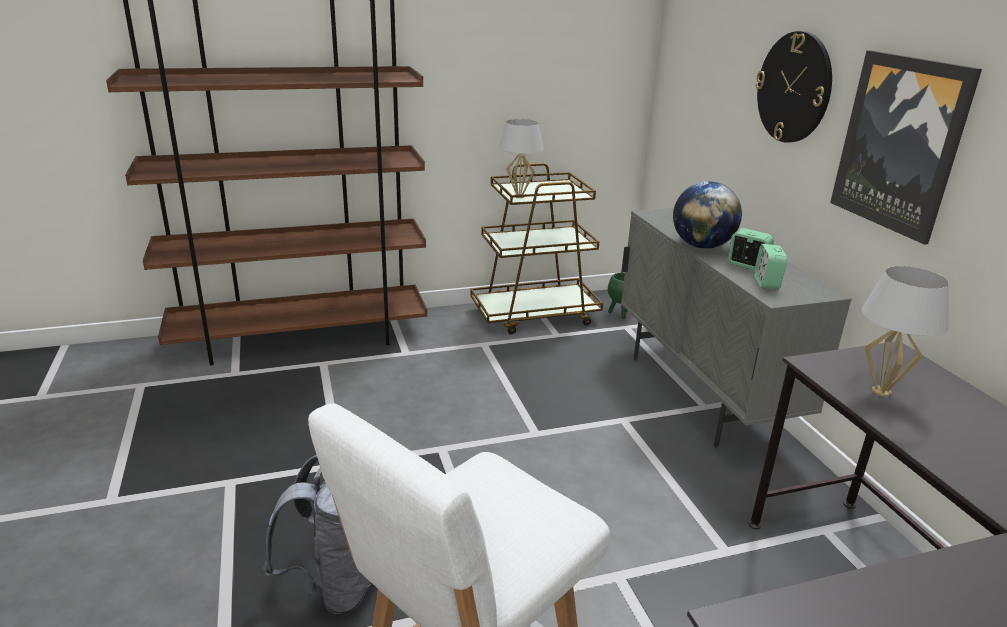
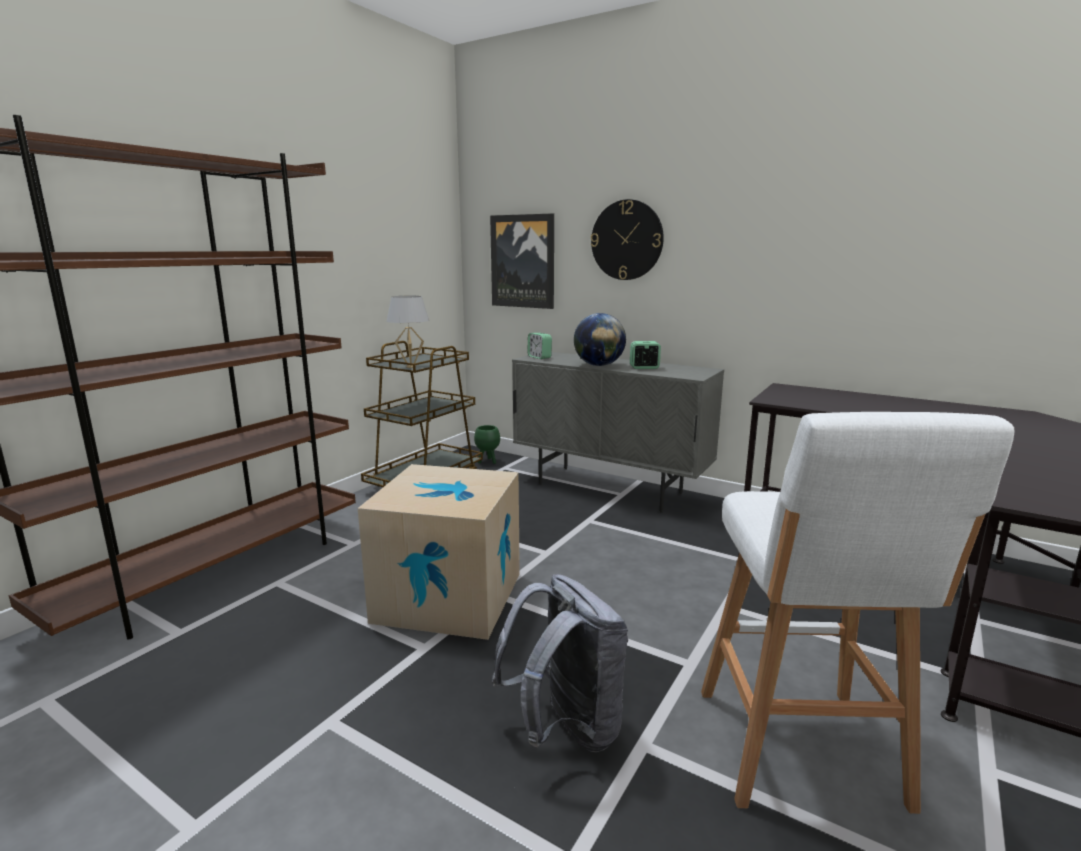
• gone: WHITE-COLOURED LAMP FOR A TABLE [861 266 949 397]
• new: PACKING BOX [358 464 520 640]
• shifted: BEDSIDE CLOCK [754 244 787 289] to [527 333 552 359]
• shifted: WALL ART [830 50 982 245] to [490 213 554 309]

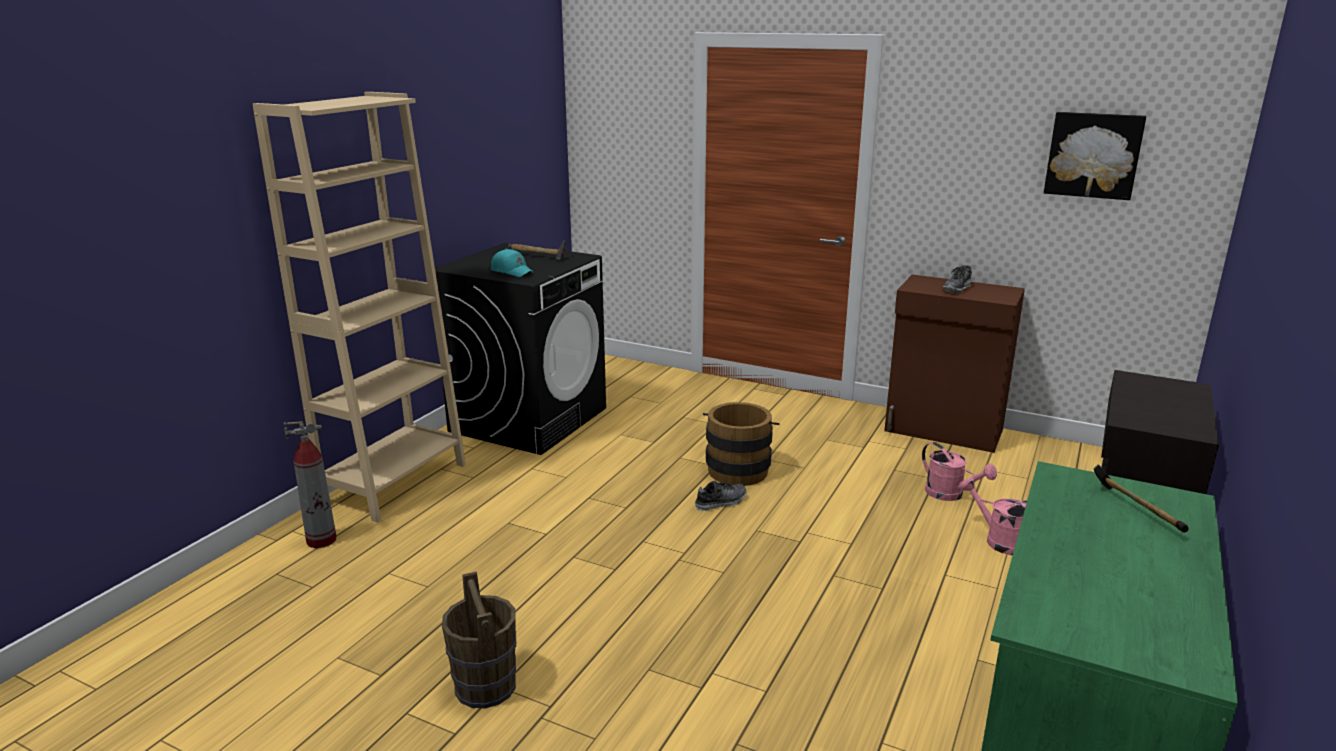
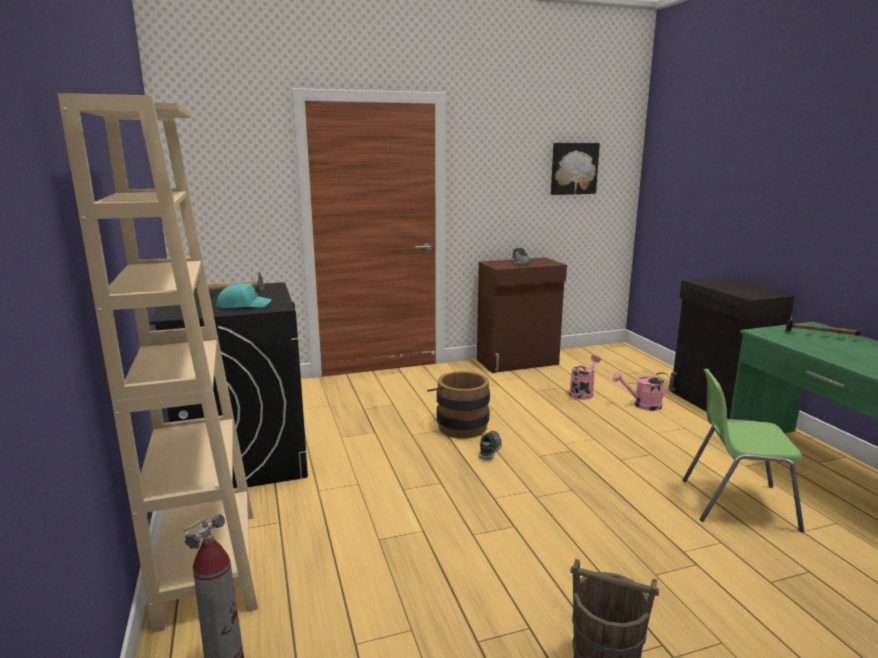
• new: GREEN PLAIN CHAIR [682 369 804 532]
• rotated: PINK-COLOURED SPRINKLING CAN [922 442 997 501] = [569 354 601 400] 60 degrees counterclockwise

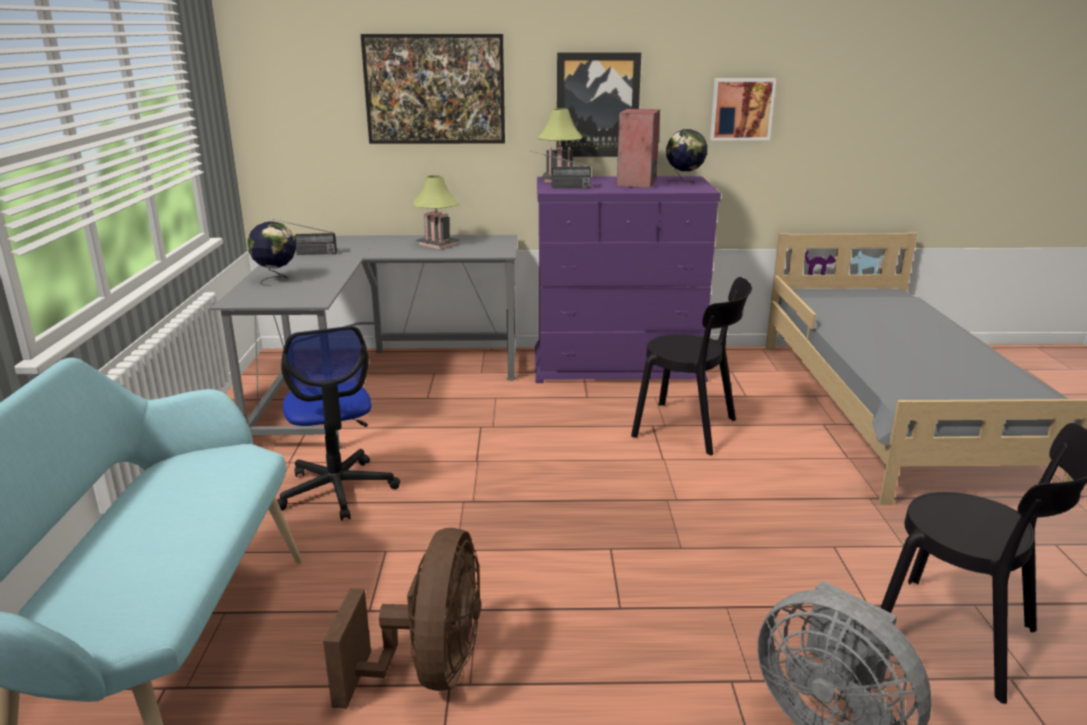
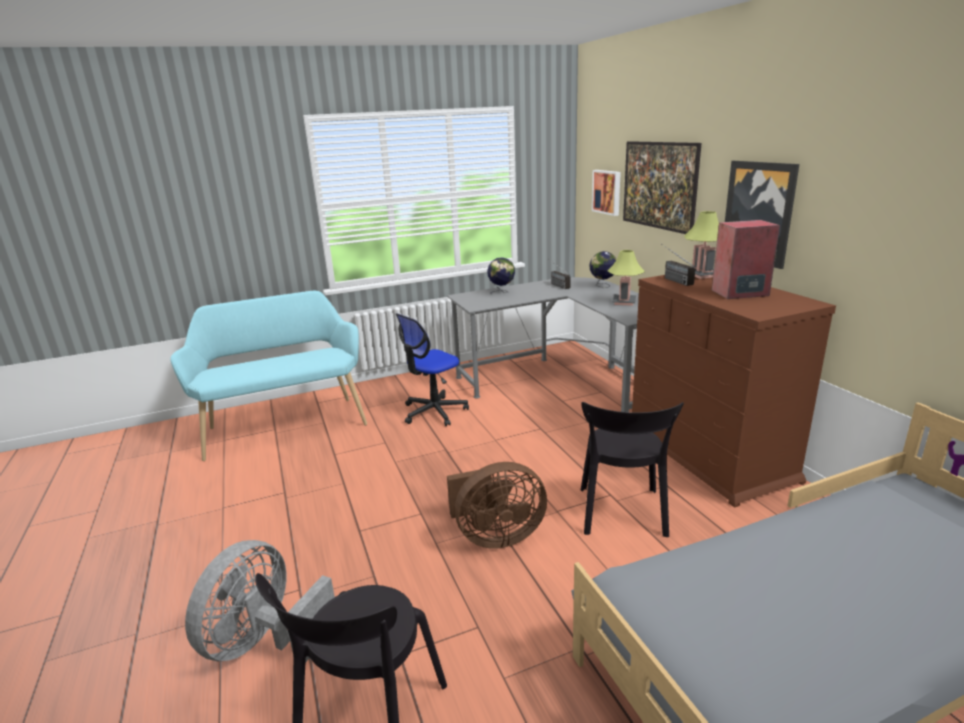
• shifted: BROWN-COLOURED FAN [323 528 481 709] to [447 462 547 549]
• shifted: WORLD GLOBE [666 129 707 183] to [589 251 617 288]
• shifted: WALL ART [710 79 776 140] to [592 170 621 216]
• repainted: PURPLISH DRAWER CHEST [535 176 721 383] to BROWN-COLOURED DRAWER CHEST [632 275 836 508]

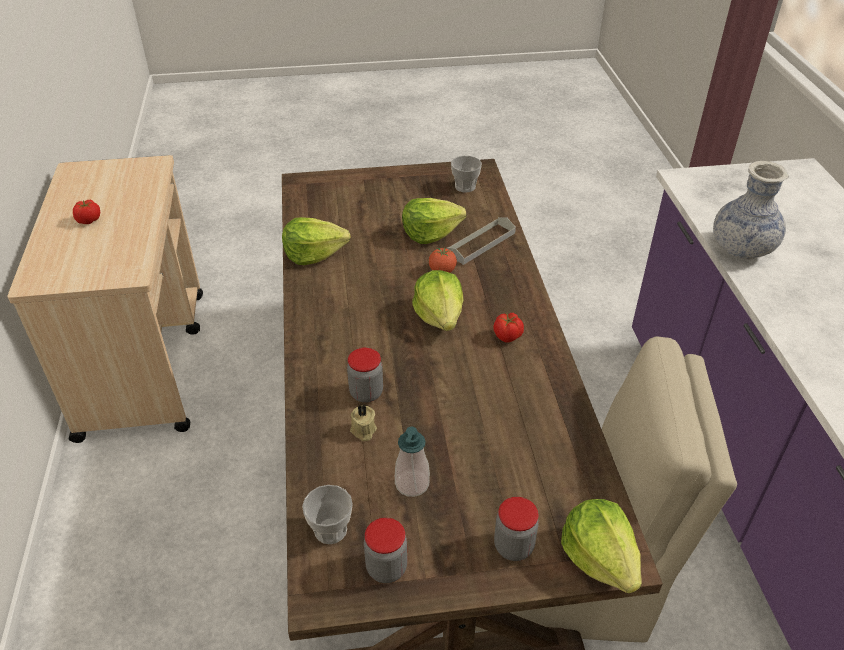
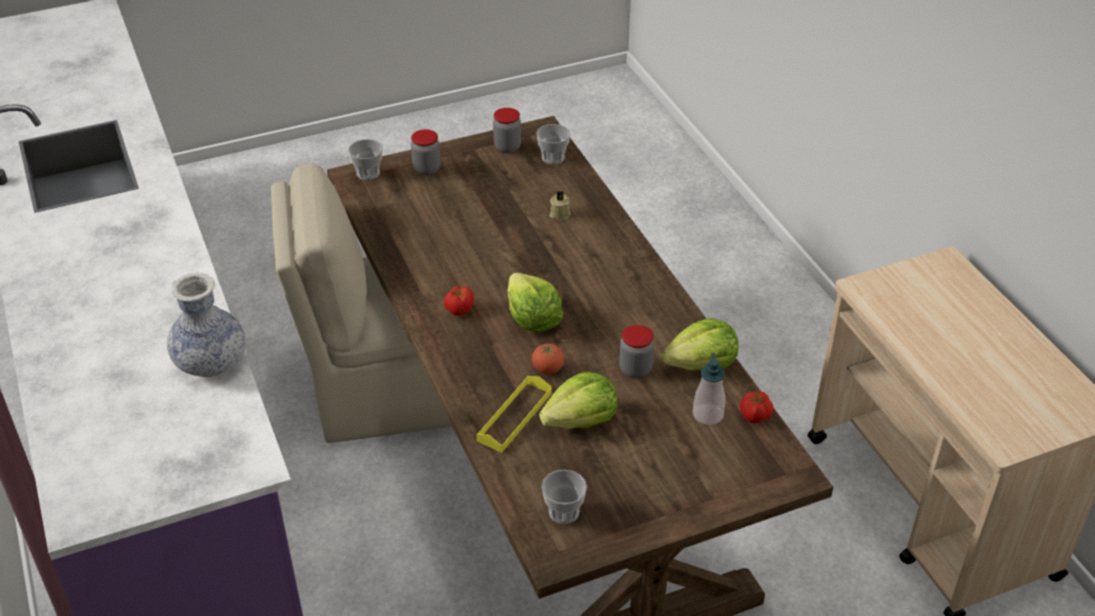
• shifted: TOMATO [73 200 100 224] to [740 392 774 424]
• shifted: PRESERVE JAR [347 348 383 403] to [619 325 654 378]
• shifted: SOAP BOTTLE [395 427 430 497] to [692 353 725 425]
• swapped: HEAD OF LETTUCE [561 499 642 594] to DRINKING CUP [348 139 383 180]
• repainted: GRAY CARRYING TRAY [446 217 516 265] to YELLOW CARRYING TRAY [476 376 552 453]

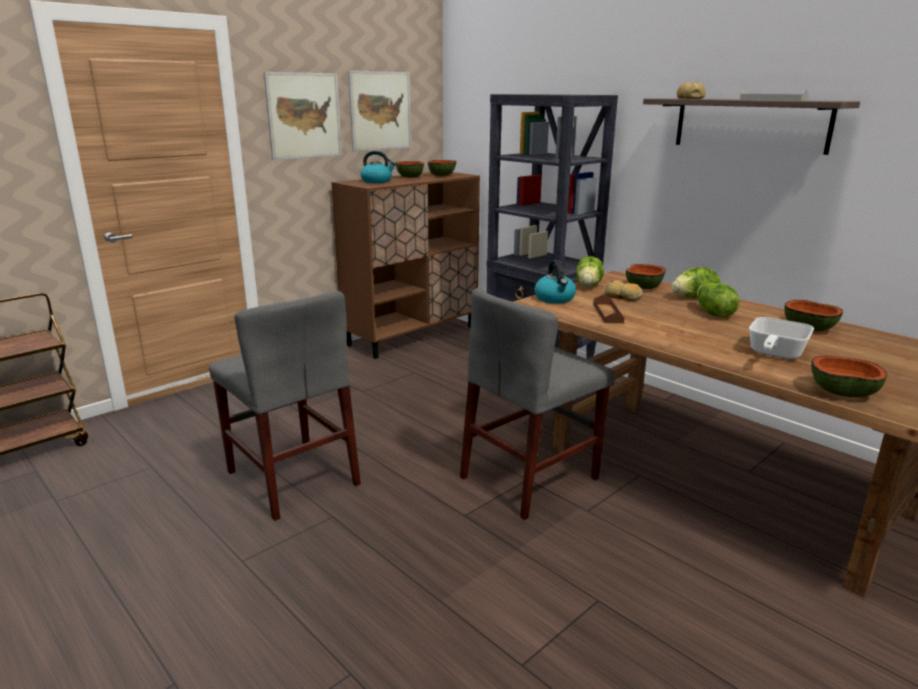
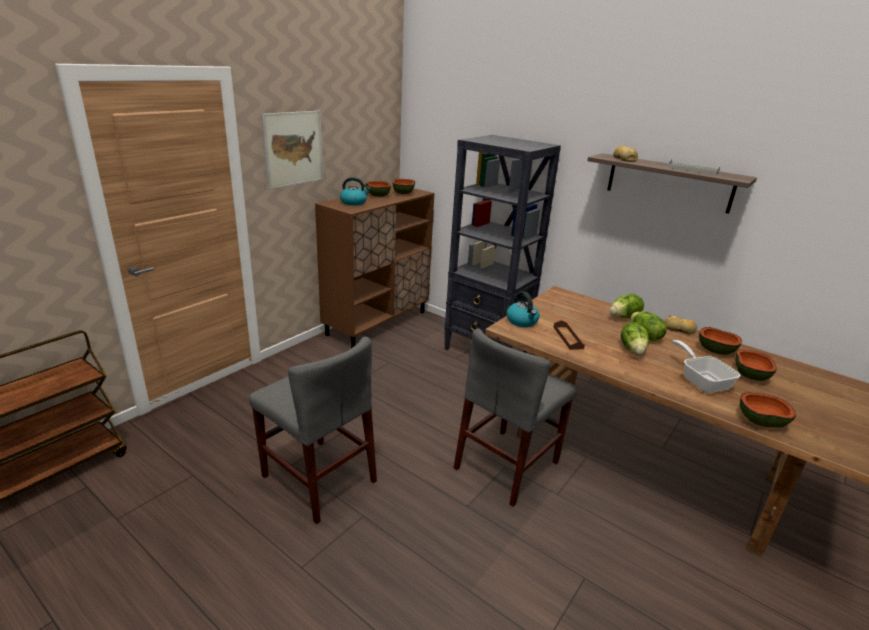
• gone: WALL ART [348 71 411 152]
• shifted: HEAD OF LETTUCE [576 256 604 287] to [621 322 649 355]
• shifted: BREAD [604 280 643 301] to [665 316 697 334]
• shifted: SERVING BOWL [626 264 666 289] to [735 350 777 381]
• rotated: PAN [749 317 814 359] = [672 340 741 393] 135 degrees clockwise

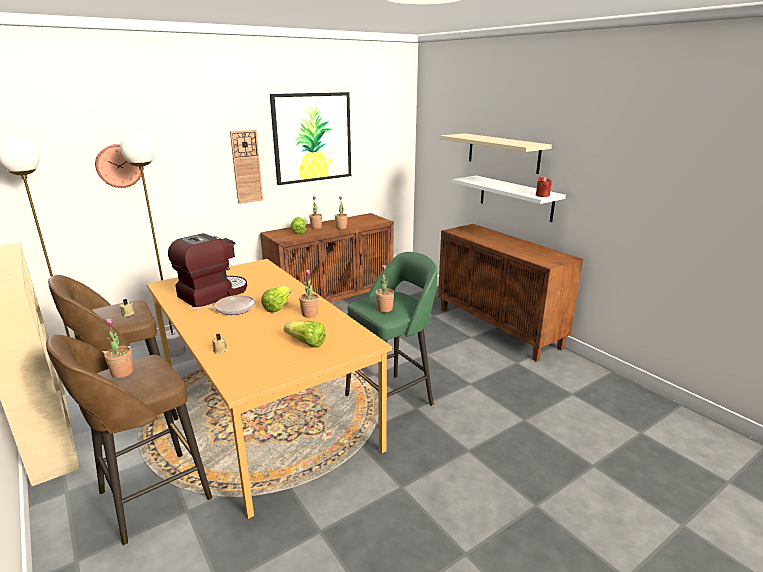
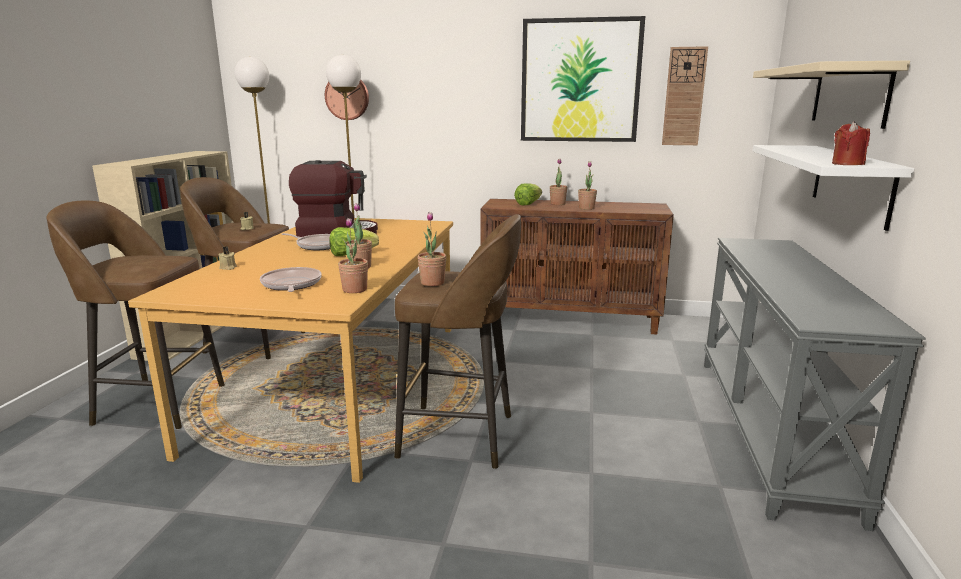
• shifted: PLANT IN A POT [104 319 133 378] to [338 218 368 293]
• shifted: HANGING CLOCK [230 130 263 204] to [662 46 708 145]
• swapped: HEAD OF LETTUCE [284 321 326 348] to PAN [260 267 322 292]
• swapped: BROWN-COLOURED CUPBOARD [438 224 583 362] to GRAY HALL TABLE [704 238 926 531]
• repainted: GREEN STOOL SEAT [345 252 437 406] to BROWN-COLOURED STOOL SEAT [394 214 521 469]

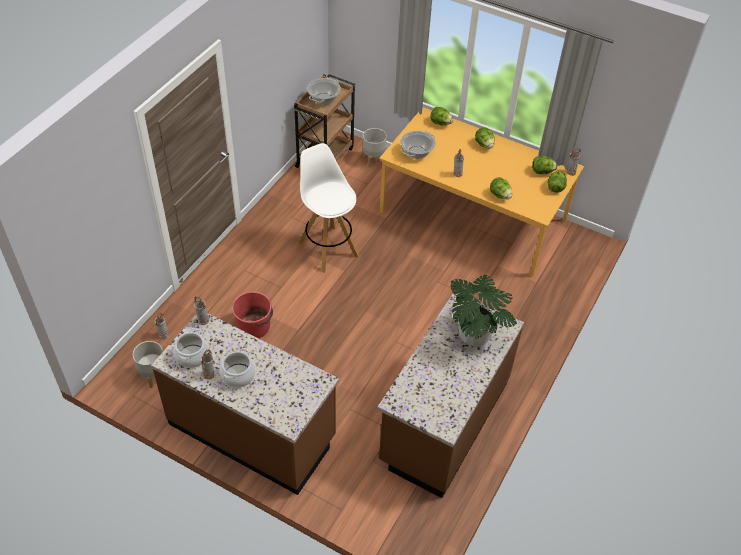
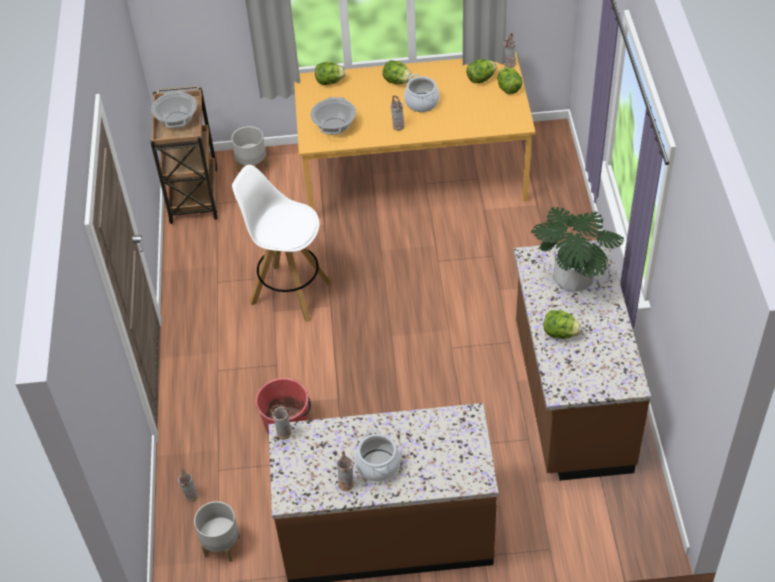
• shifted: SAUCEPOT [173 328 209 368] to [404 74 439 112]
• shifted: HEAD OF LETTUCE [490 177 512 199] to [544 310 581 339]

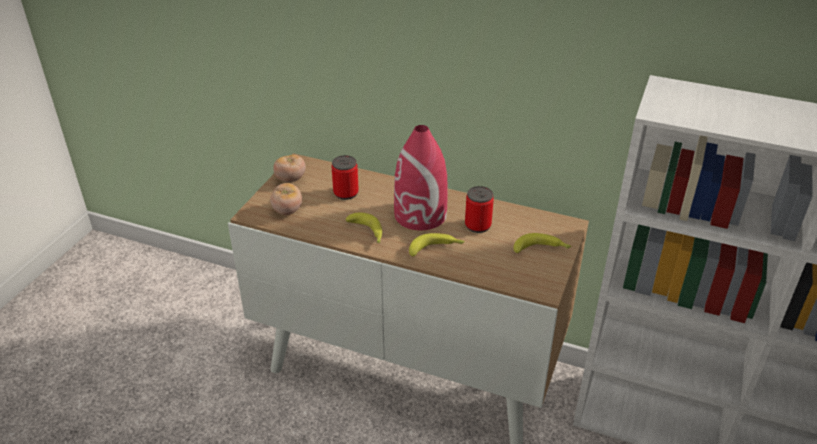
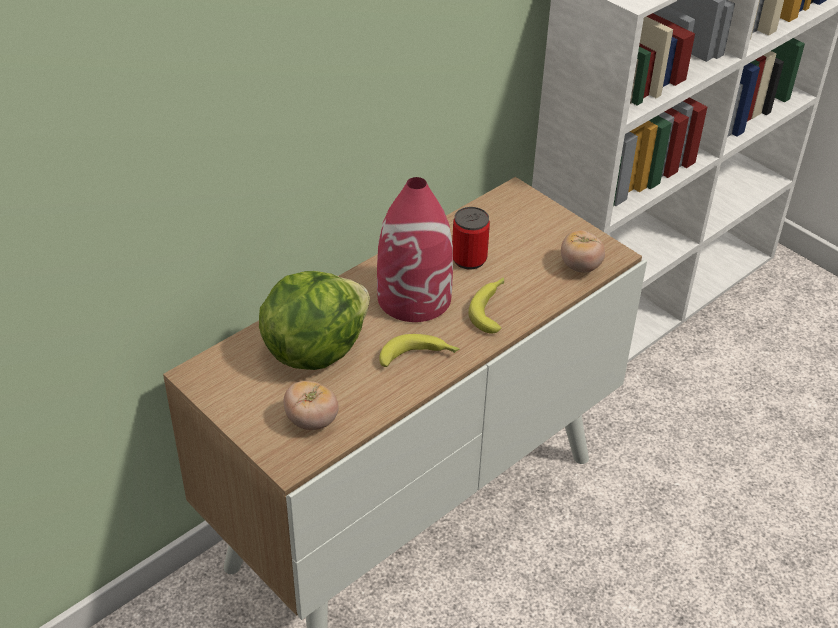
• gone: WHOLE BANANA [513 233 571 253]
• shifted: TOMATO [273 155 306 182] to [561 230 605 273]
• swapped: SEALED CAN [332 155 359 200] to HEAD OF LETTUCE [259 271 370 370]

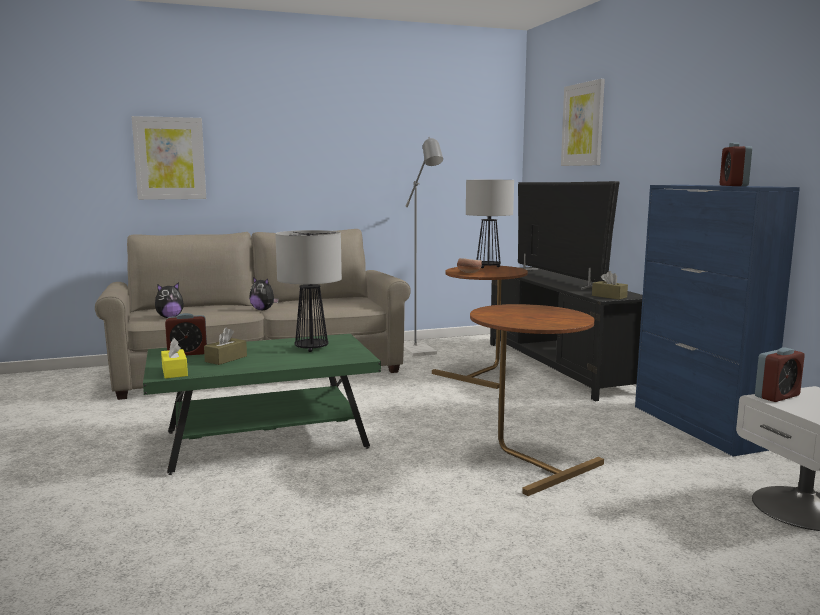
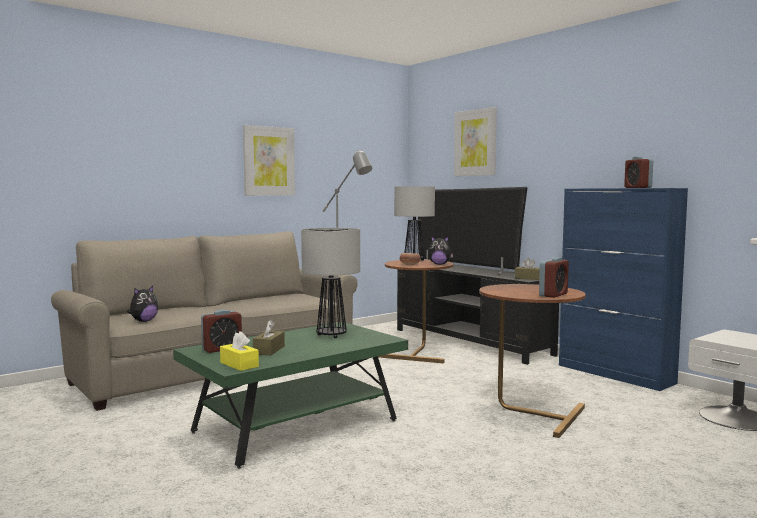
• shifted: WALL ART [132 116 206 200] to [243 125 295 196]
• shifted: PLUSH TOY [249 277 279 310] to [428 236 453 265]
• shifted: BEDSIDE CLOCK [755 347 805 402] to [539 257 569 298]

